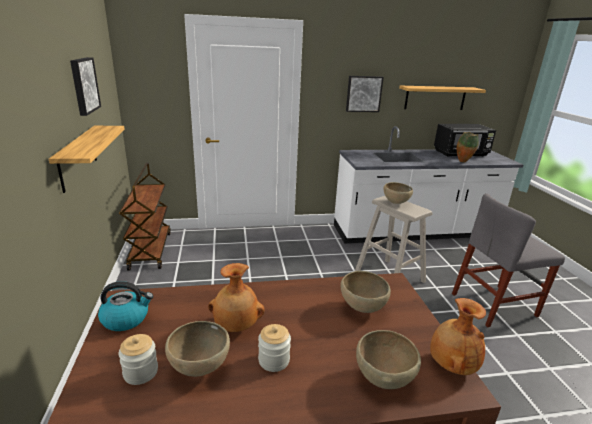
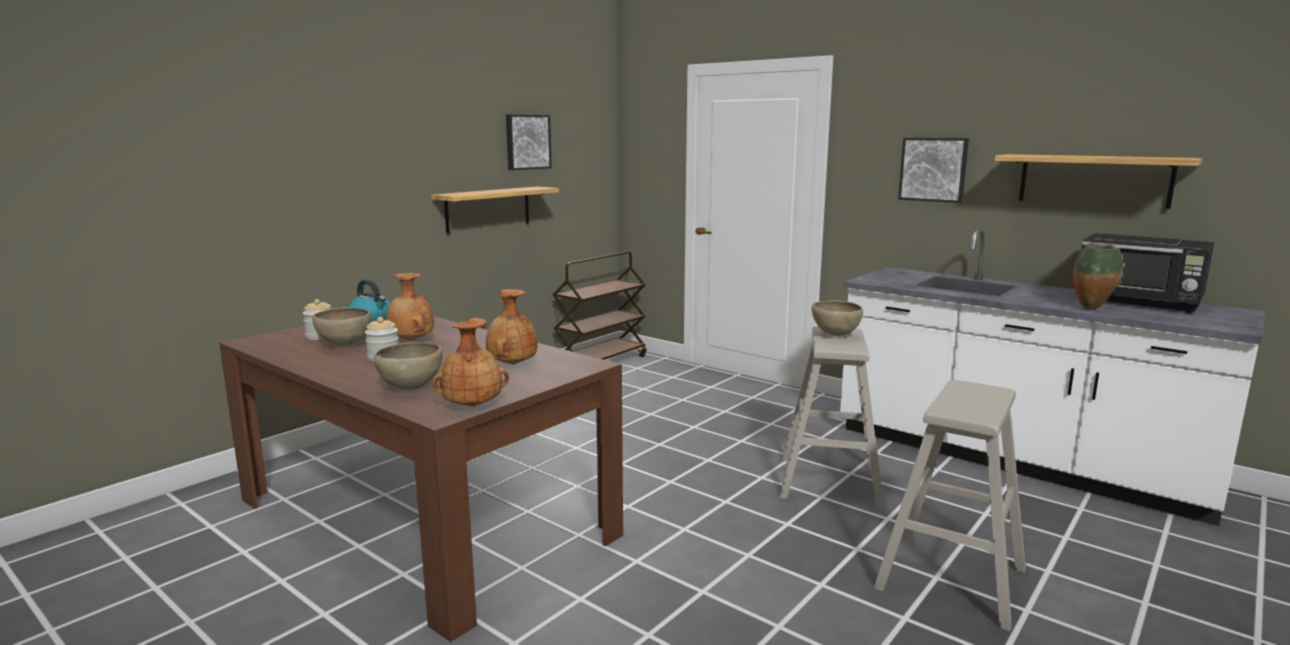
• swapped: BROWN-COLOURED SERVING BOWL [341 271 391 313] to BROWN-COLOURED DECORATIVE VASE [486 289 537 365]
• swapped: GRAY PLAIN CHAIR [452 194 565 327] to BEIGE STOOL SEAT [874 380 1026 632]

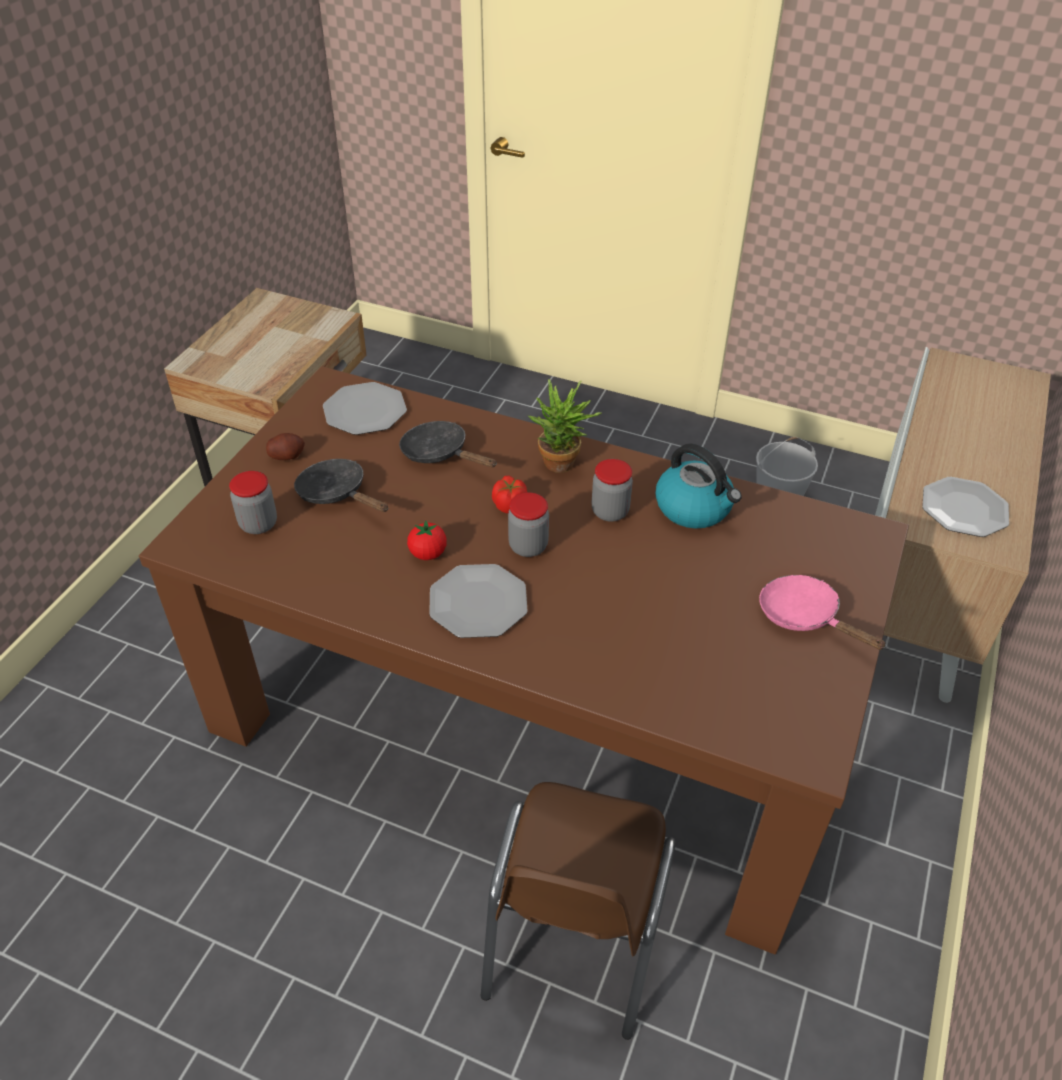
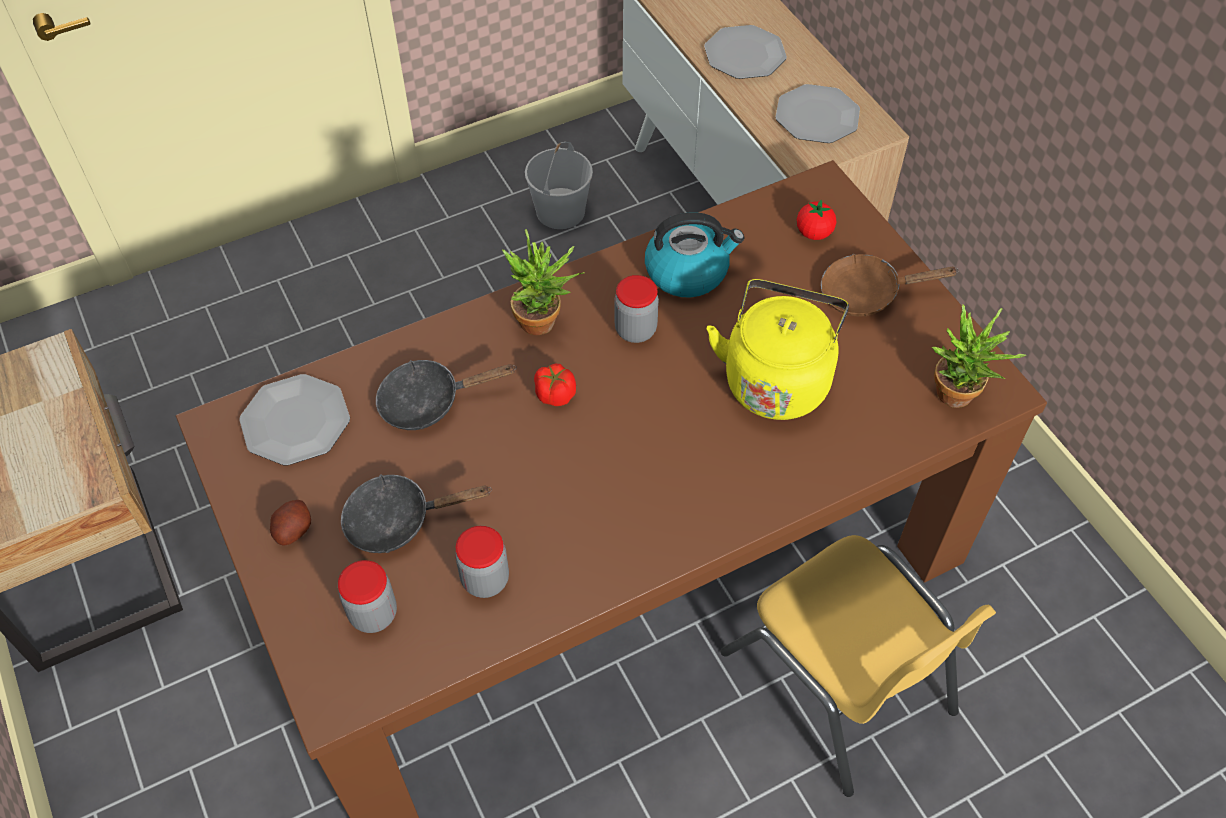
• new: YELLOW TEA KETTLE [707 279 849 420]
• new: PLANT IN A POT [932 305 1026 408]
• shifted: TOMATO [407 520 447 560] to [797 199 836 240]
• shifted: PLATE [429 564 528 638] to [704 25 787 79]
• shifted: PRESERVE JAR [508 492 549 557] to [455 526 509 598]
• repainted: BROWN-COLOURED PLAIN CHAIR [481 782 676 1040] to YELLOW PLAIN CHAIR [721 535 996 797]
• repainted: PINK-COLOURED PAN [759 575 887 650] to BROWN-COLOURED PAN [821 254 959 317]

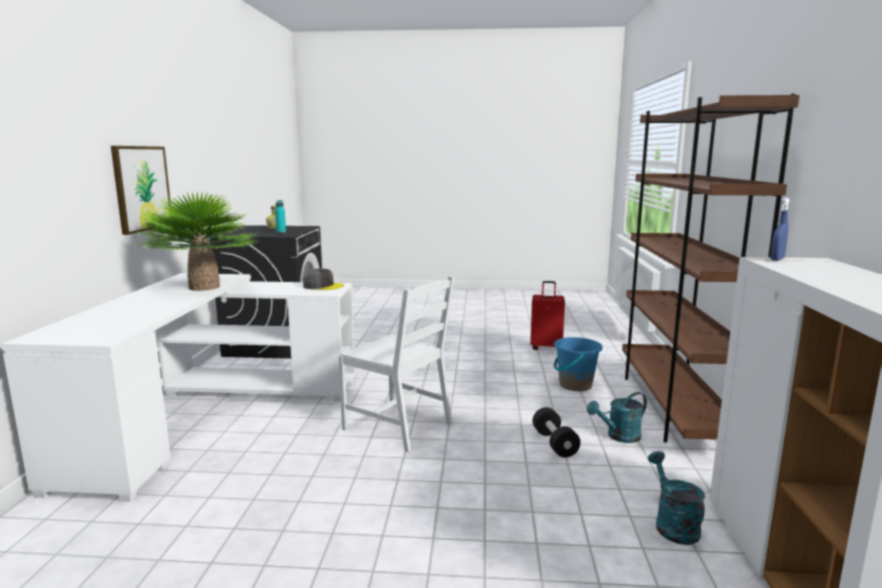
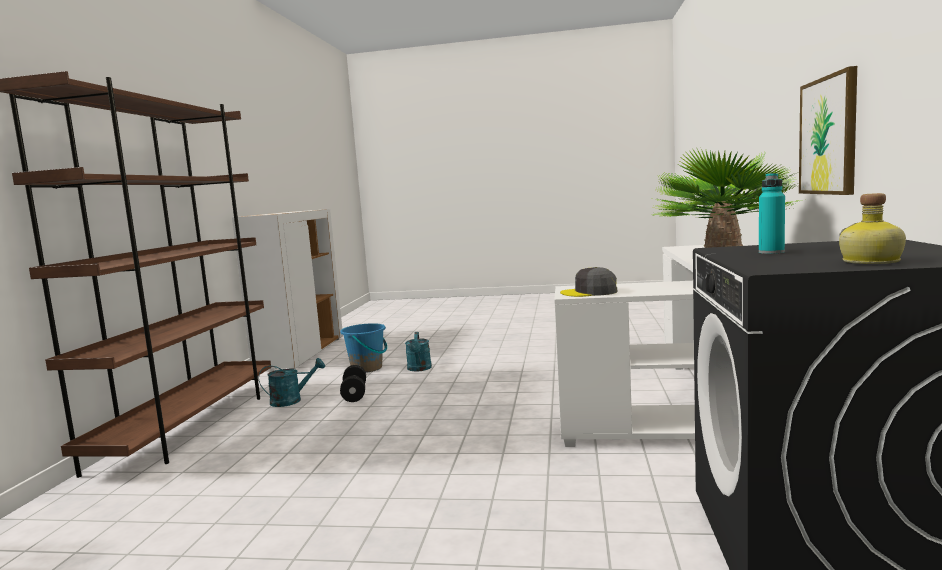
• gone: WHITE-COLOURED PLAIN CHAIR [339 276 454 452]
• gone: RED PIECE OF LUGGAGE [530 281 565 350]
• gone: BLUE SPRAY BOTTLE [770 197 790 261]
• shifted: BLUE WATER BUCKET [554 337 602 391] to [340 323 387 373]
• shifted: TURQUOISE-COLOURED SPRINKLING CAN [648 451 705 545] to [405 332 432 371]

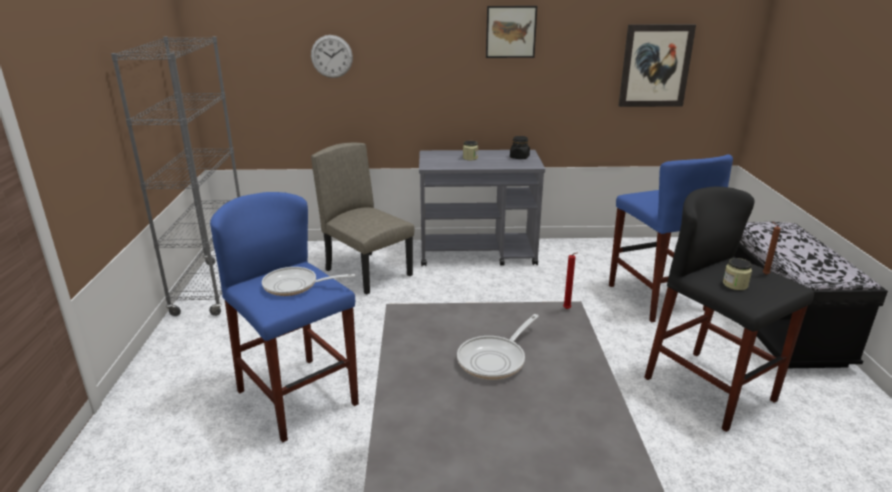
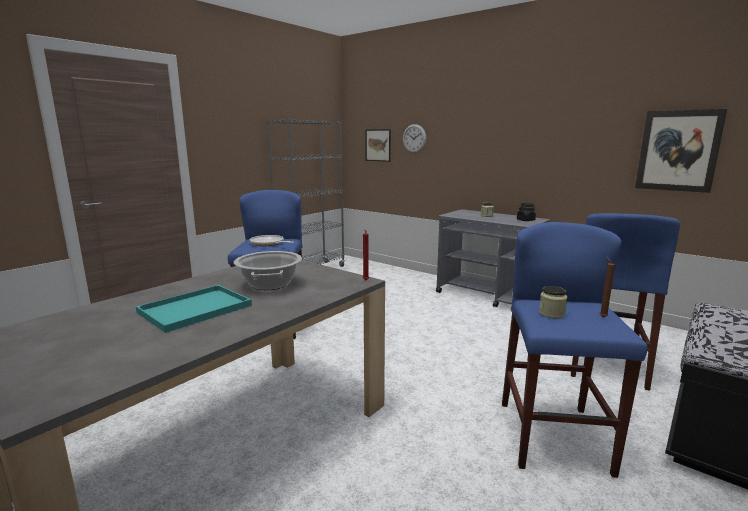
• gone: BEIGE PLAIN CHAIR [311 143 414 295]
• new: TURQUOISE-COLOURED CARRYING TRAY [136 285 252 333]
• shifted: WALL ART [486 6 537 58] to [365 129 391 162]
• swapped: PAN [457 314 539 380] to SAUCEPOT [234 251 302 290]
• repainted: BLACK-COLOURED STOOL SEAT [644 186 814 432] to BLUE STOOL SEAT [502 222 648 478]

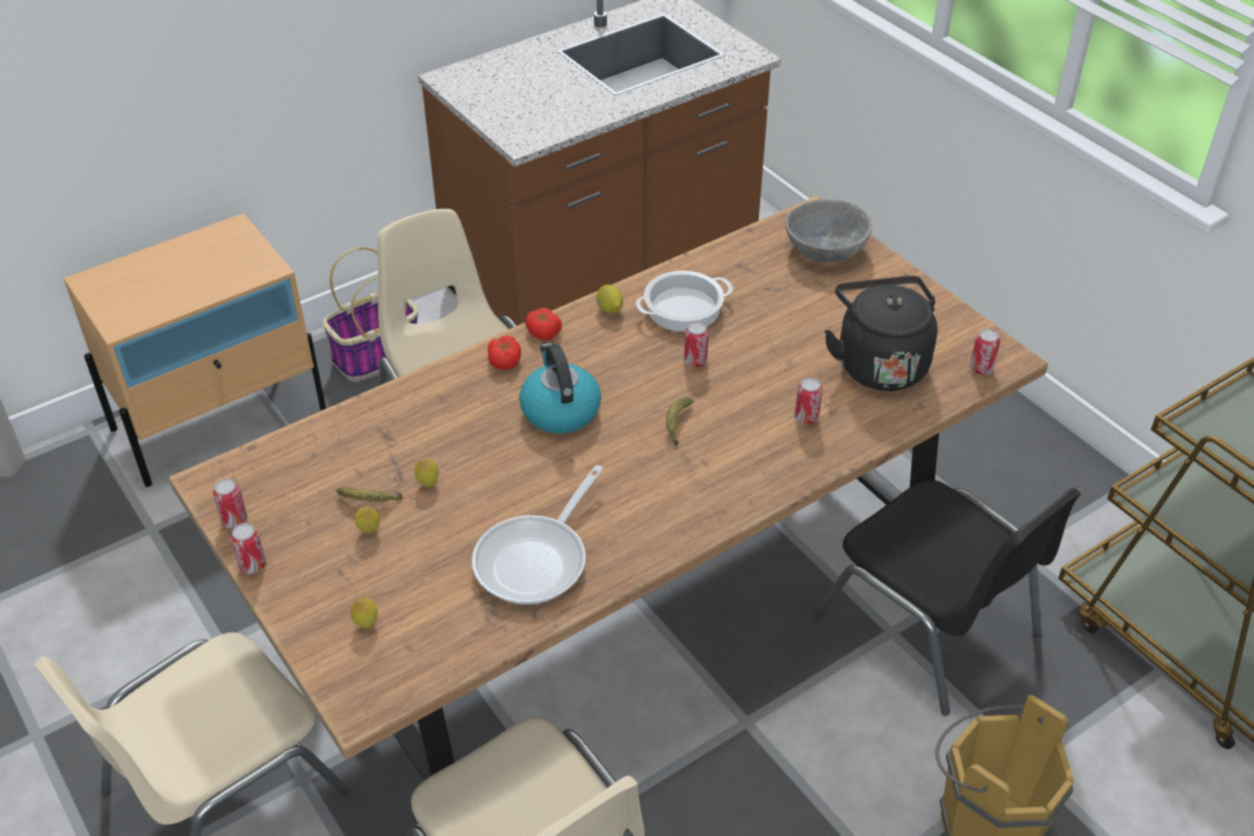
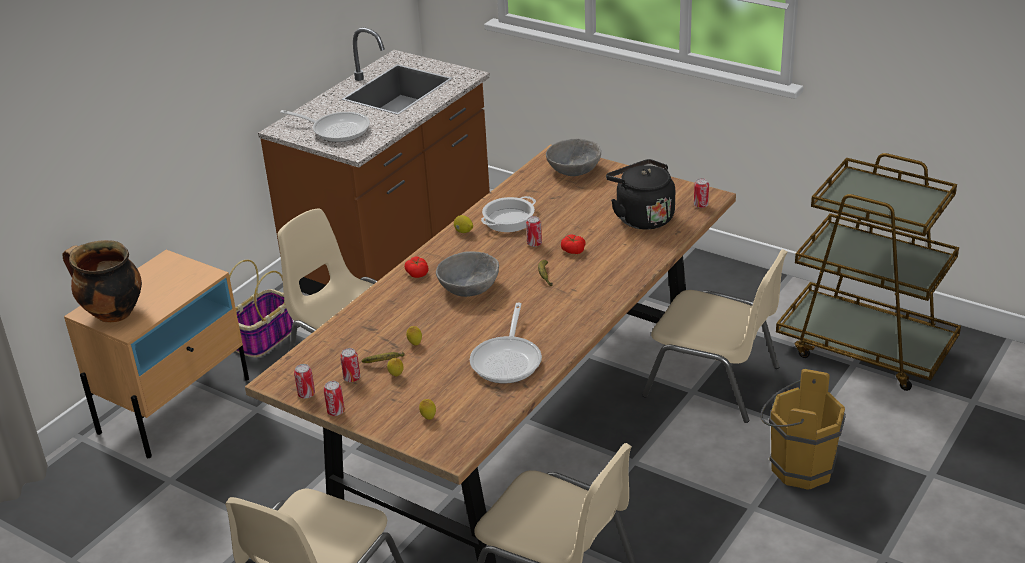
• new: SAUCEPOT [62 240 142 323]
• new: PAN [280 110 370 142]
• shifted: TOMATO [525 308 562 340] to [561 234 586 254]
• shifted: SEALED CAN [795 377 822 425] to [340 348 360 382]
• swapped: TEA KETTLE [519 343 601 434] to GRAY SERVING BOWL [436 251 499 297]
• repainted: BLACK-COLOURED PLAIN CHAIR [815 479 1081 716] to BEIGE PLAIN CHAIR [642 249 788 423]

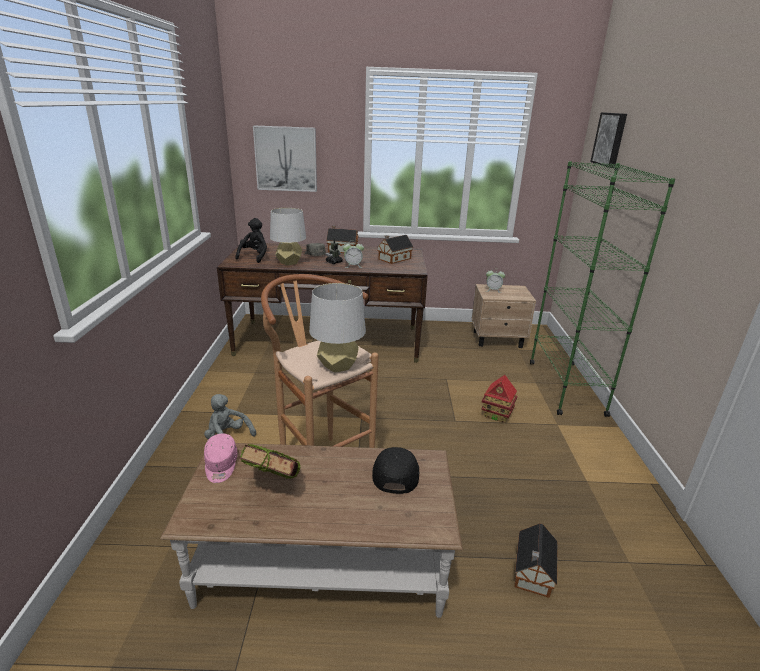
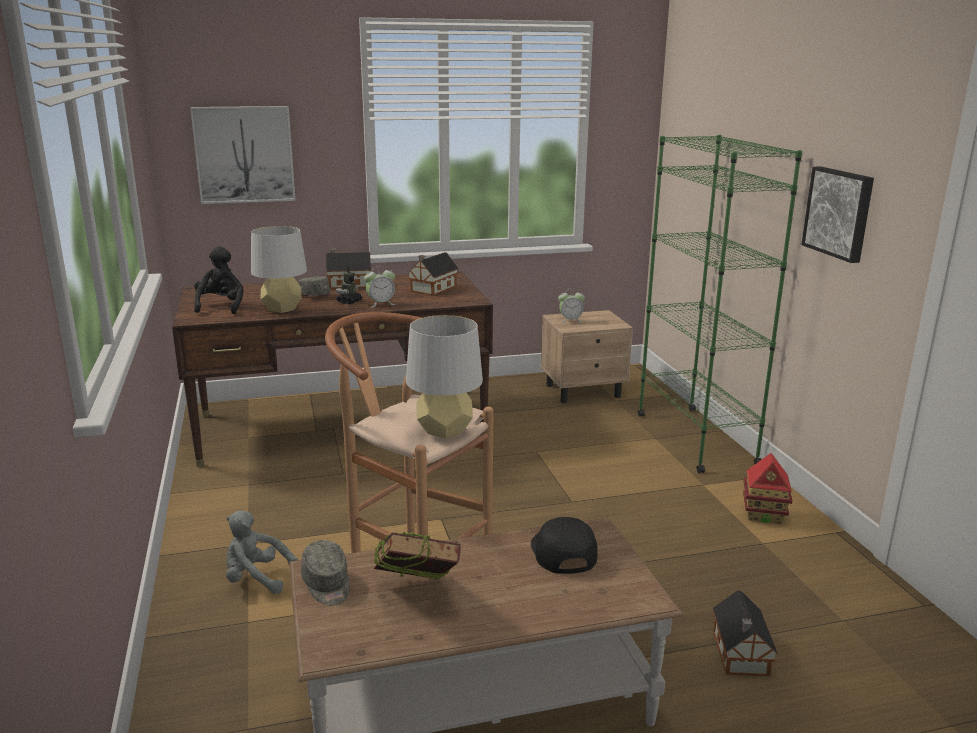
• shifted: MINIATURE HOUSE [481 375 517 423] to [743 453 793 524]
• shifted: WALL ART [590 112 627 168] to [801 166 874 263]
• repainted: PINK-COLOURED PEAKED CAP [204 433 238 483] to GRAY PEAKED CAP [301 540 350 605]

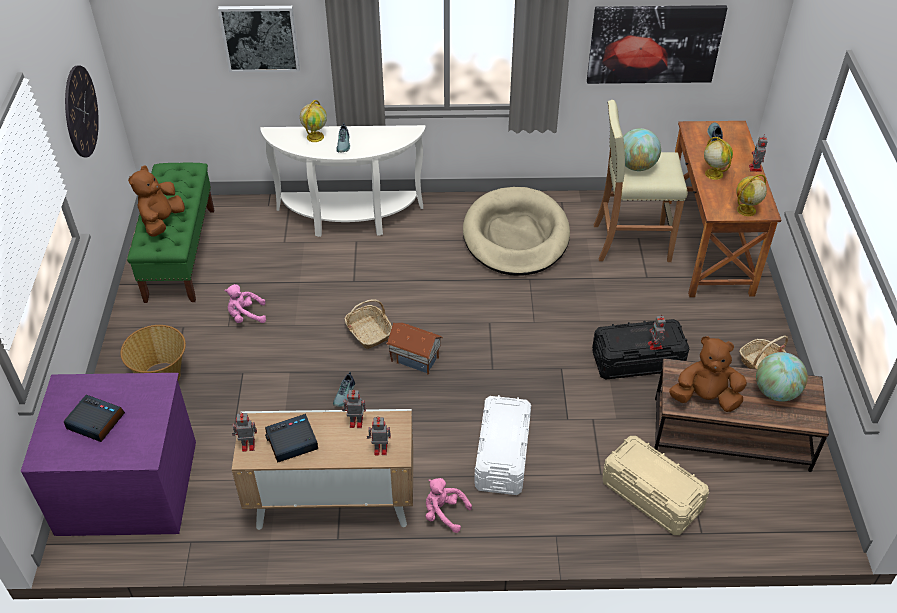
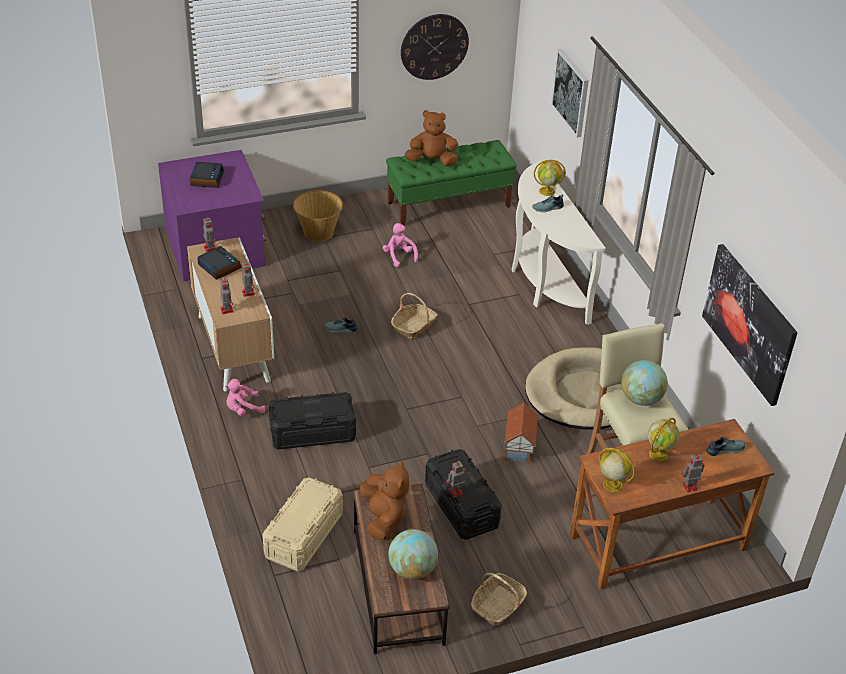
• shifted: MINIATURE HOUSE [386 322 443 375] to [504 403 539 463]
• repainted: WHITE-COLOURED STORAGE BIN [474 395 531 495] to BLACK-COLOURED STORAGE BIN [269 392 356 449]
• rotated: PINK-COLOURED PLUSH TOY [425 478 472 533] = [225 379 265 416] 120 degrees counterclockwise

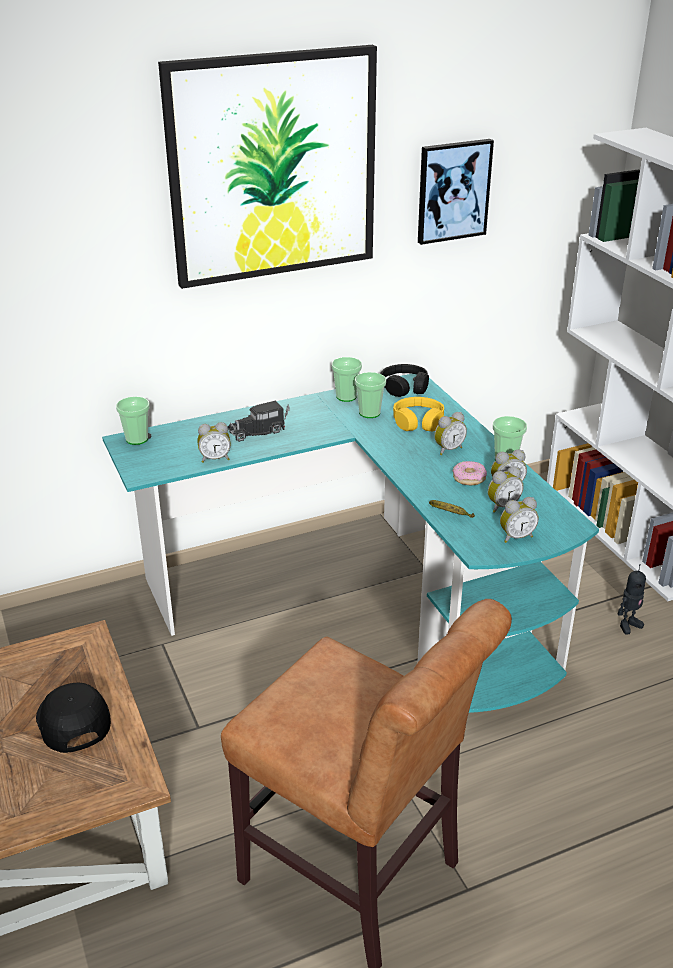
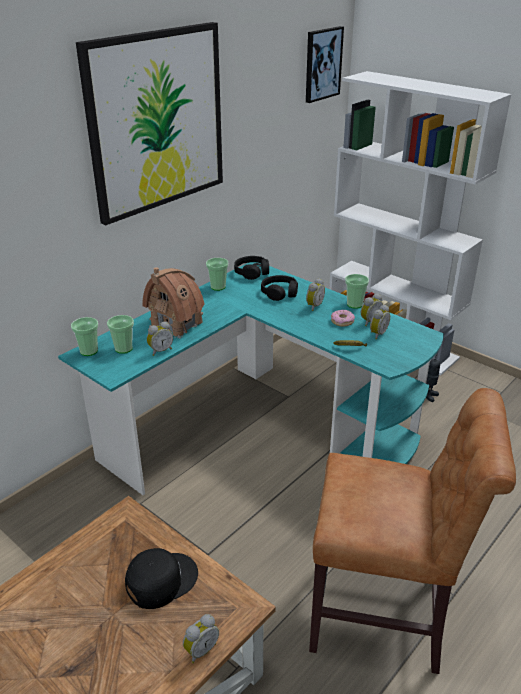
• shifted: DRINKING CUP [355 372 386 418] to [107 315 134 354]
• shifted: WALL ART [418 139 494 245] to [306 26 344 103]
• shifted: BEDSIDE CLOCK [500 497 539 543] to [183 614 219 663]
• swapped: TOY LORRY [228 401 290 442] to MINIATURE HOUSE [142 267 205 339]
• repainted: YELLOW HEADSET [393 397 444 431] to BLACK-COLOURED HEADSET [261 275 298 301]
• rotated: BLACK-COLOURED PEAKED CAP [36 683 111 753] = [125 548 198 609] 105 degrees clockwise

